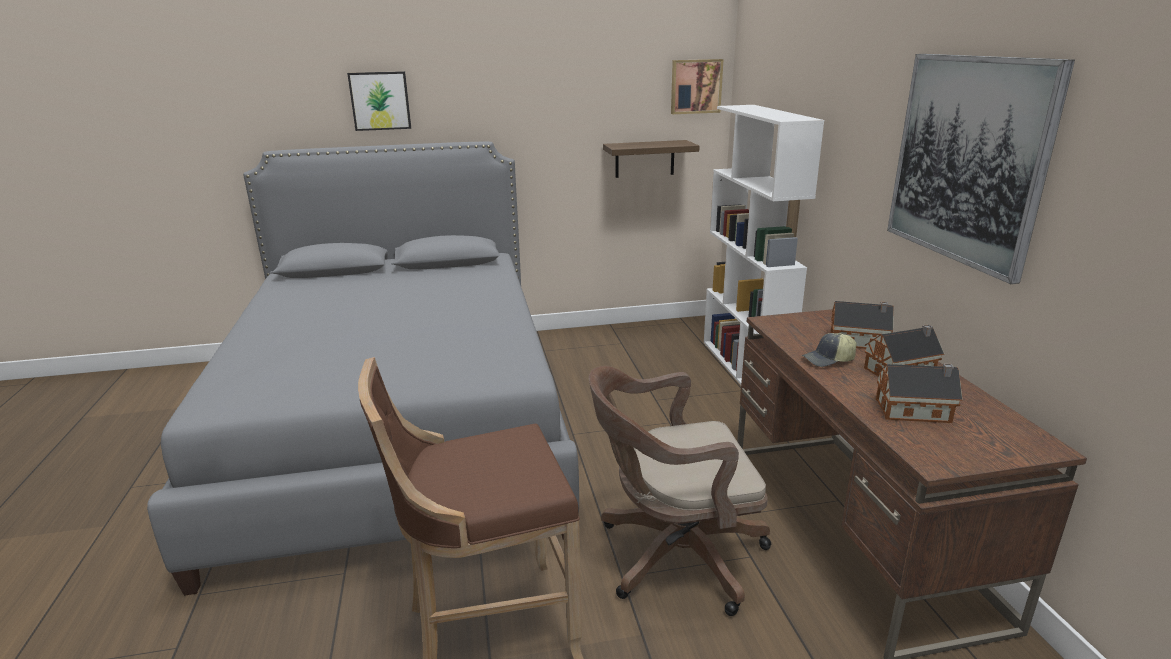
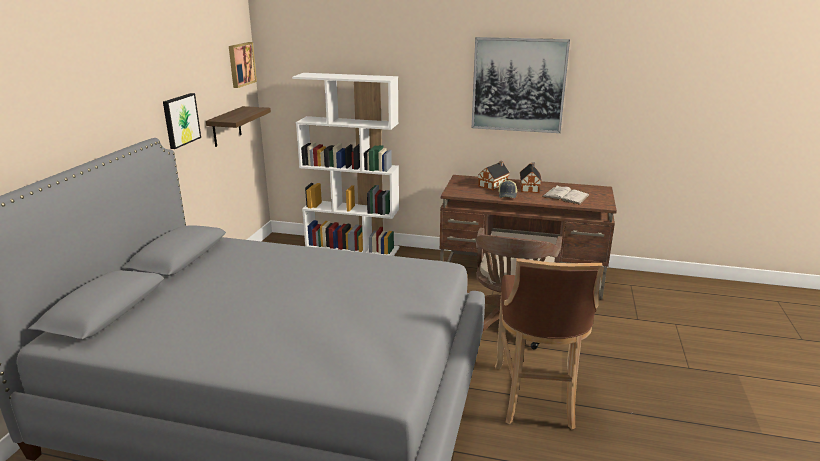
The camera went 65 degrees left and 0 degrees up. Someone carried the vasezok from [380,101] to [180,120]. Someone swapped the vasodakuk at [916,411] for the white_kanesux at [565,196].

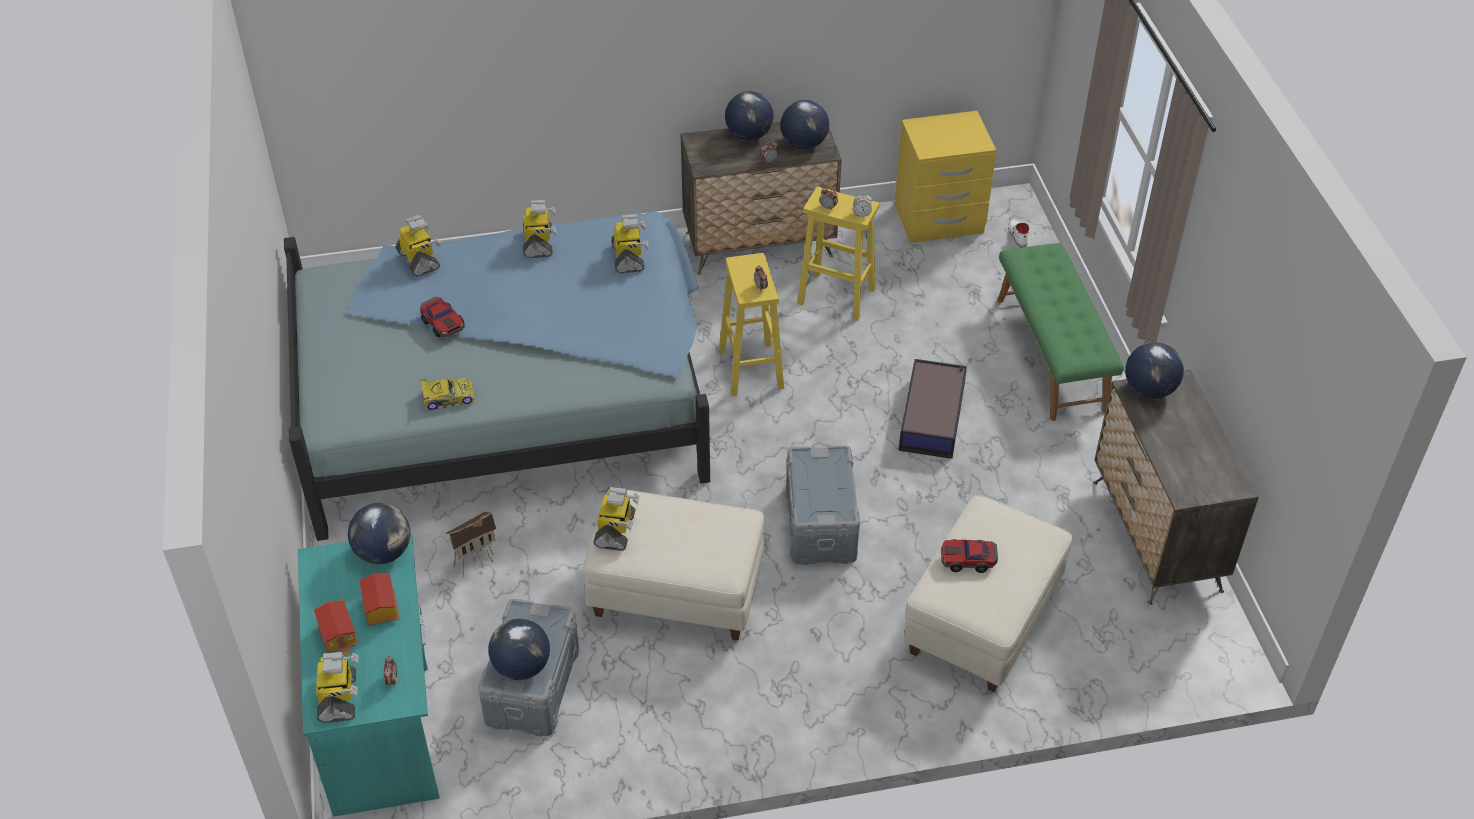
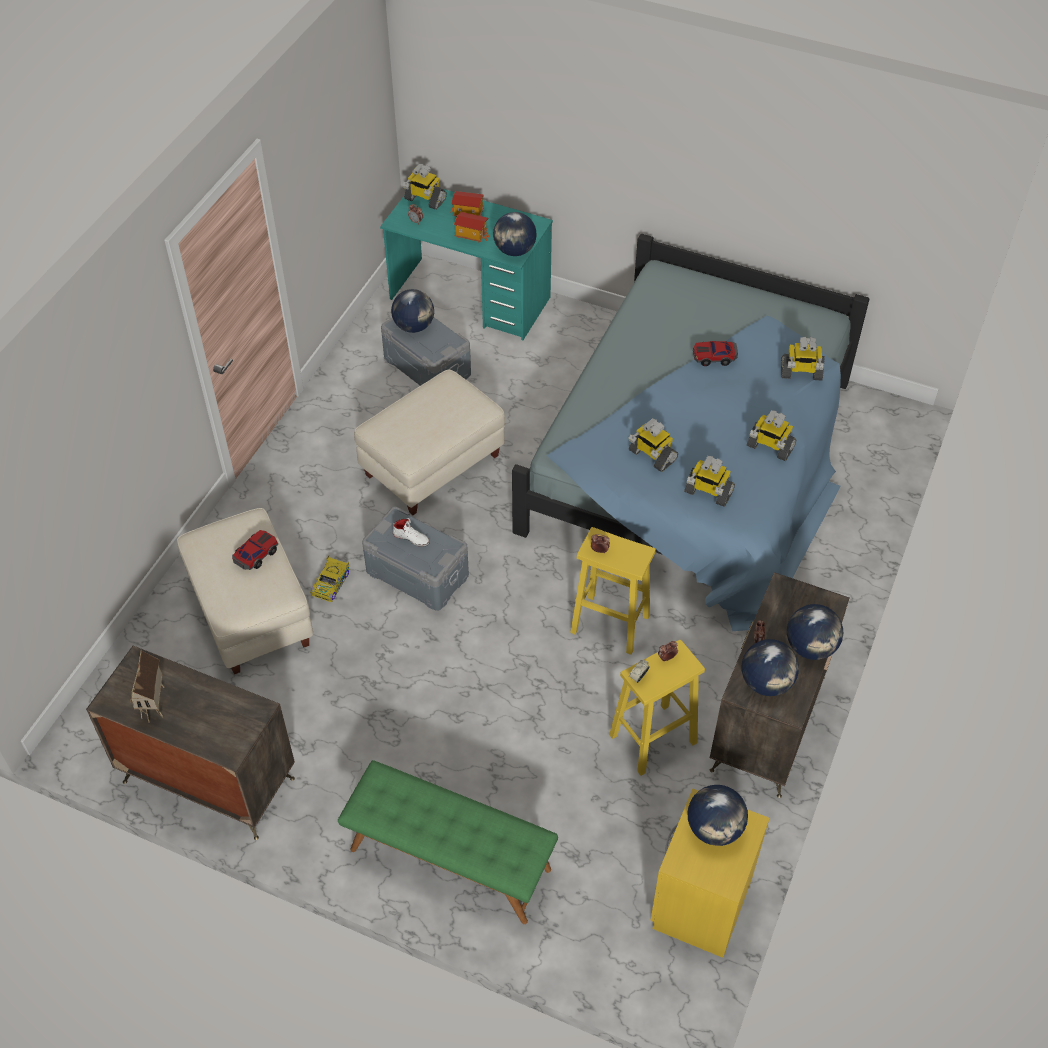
The camera went 125 degrees right and 5 degrees up. Someone carried the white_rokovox from [1017,235] to [411,538]. Someone carried the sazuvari from [1149,390] to [714,828]. Someone took away the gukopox at [932,416]. Someone carried the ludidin from [447,397] to [331,583]. Someone carried the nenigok from [616,530] to [651,455]. Someone carried the vasodakuk from [475,560] to [155,706].

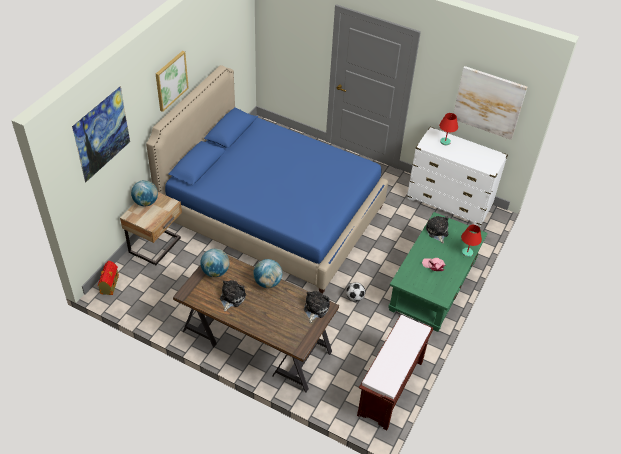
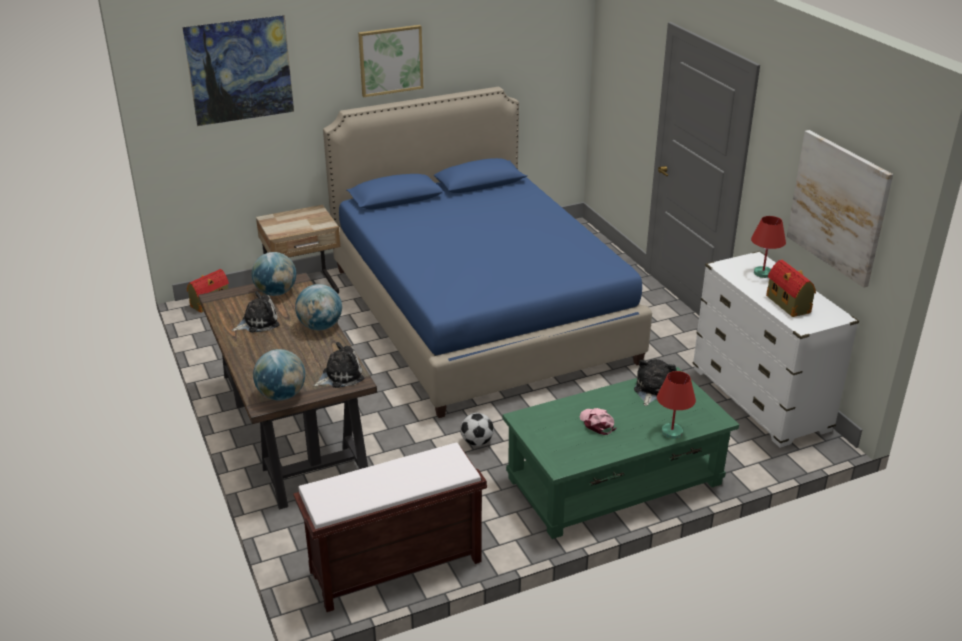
The camera went 40 degrees right and 15 degrees down. Someone carried the sazuvari from [146,202] to [282,395]. Someone put down the vasodakuk at [788,305].

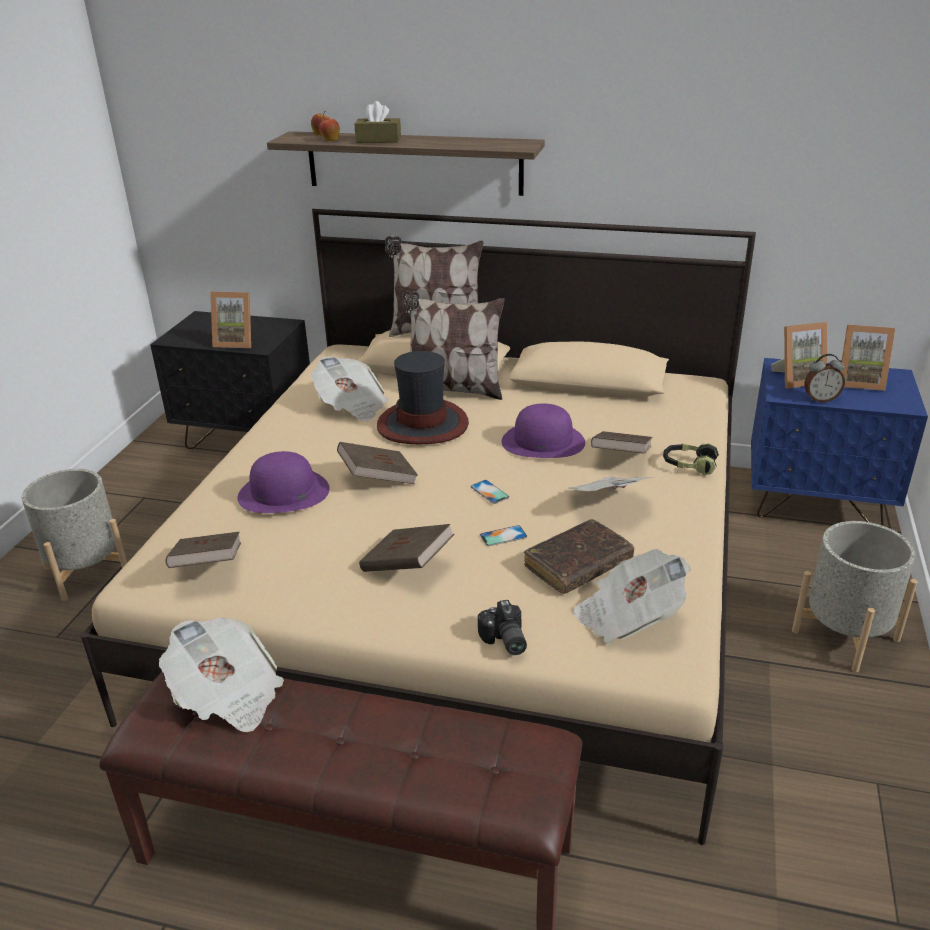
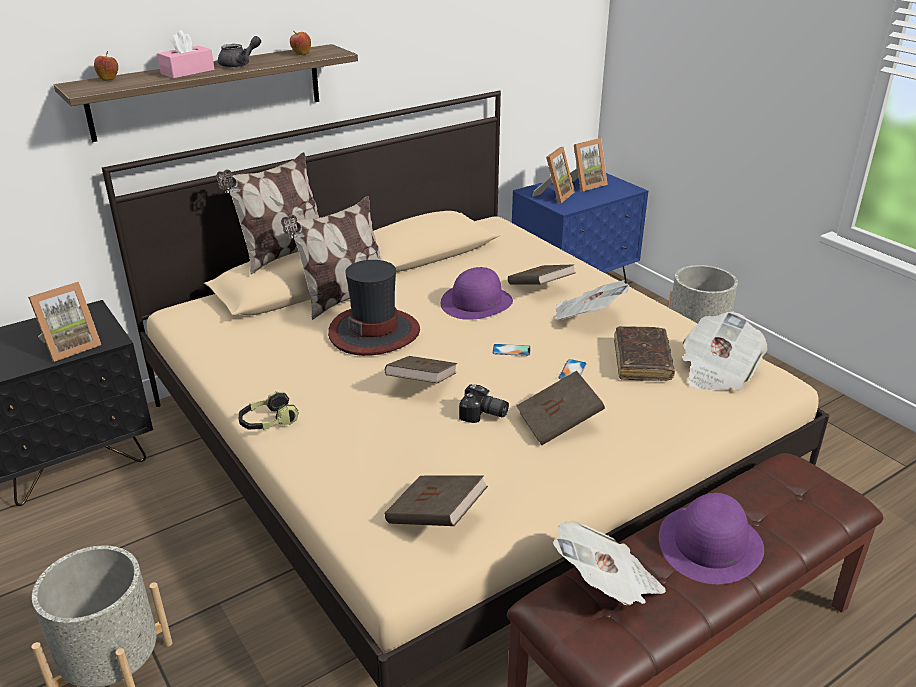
The camera went 50 degrees left and 0 degrees up. Someone repainted the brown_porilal at [378,140], which became the pink_porilal at [187,72]. Someone carried the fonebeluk from [330,140] to [301,54]. Someone took away the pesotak at [820,399]. Someone took away the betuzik at [351,406]. Someone carried the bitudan from [689,465] to [268,422]. Someone carried the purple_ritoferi from [283,493] to [710,544]. Someone carried the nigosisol from [504,641] to [483,415]. Someone put down the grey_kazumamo at [239,64].

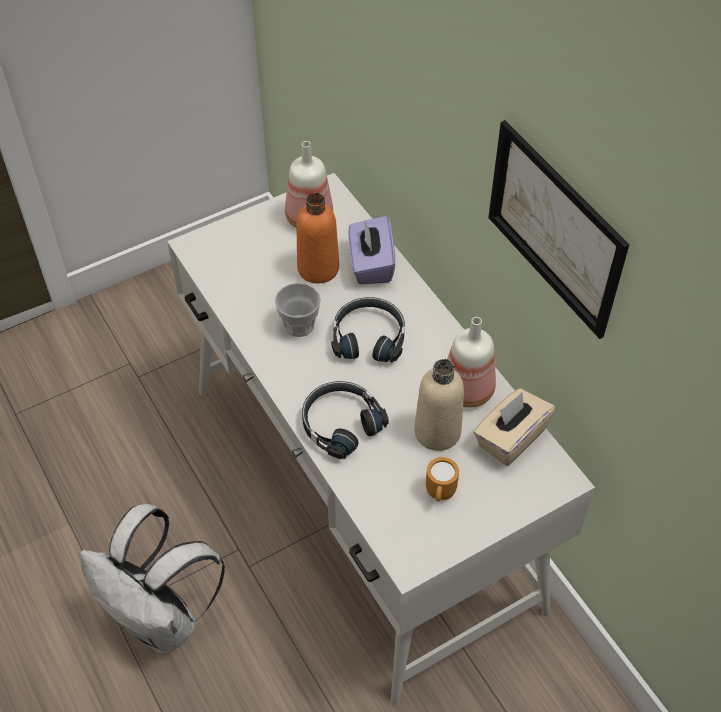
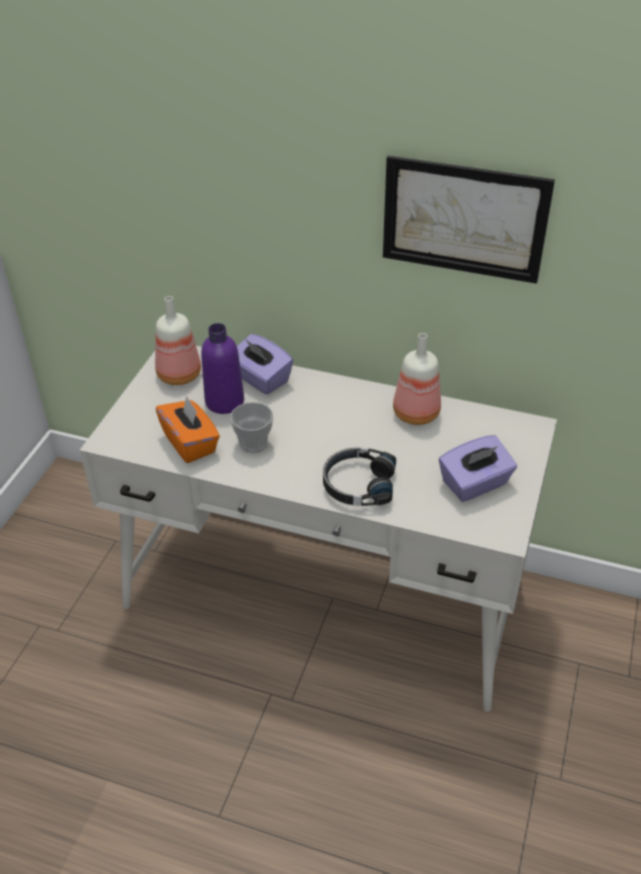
The camera went 40 degrees left and 10 degrees down. Someone repainted the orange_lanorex at [318,268], which became the purple_lanorex at [224,402]. Someone took away the black_bitudan at [369,336]. Someone took away the beige_lanorex at [437,432]. Someone took away the beige_porilal at [510,438]. Someone swapped the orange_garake at [439,495] for the purple_porilal at [475,484]. Someone took away the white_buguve at [162,620]. Someone put down the orange_porilal at [190,443].

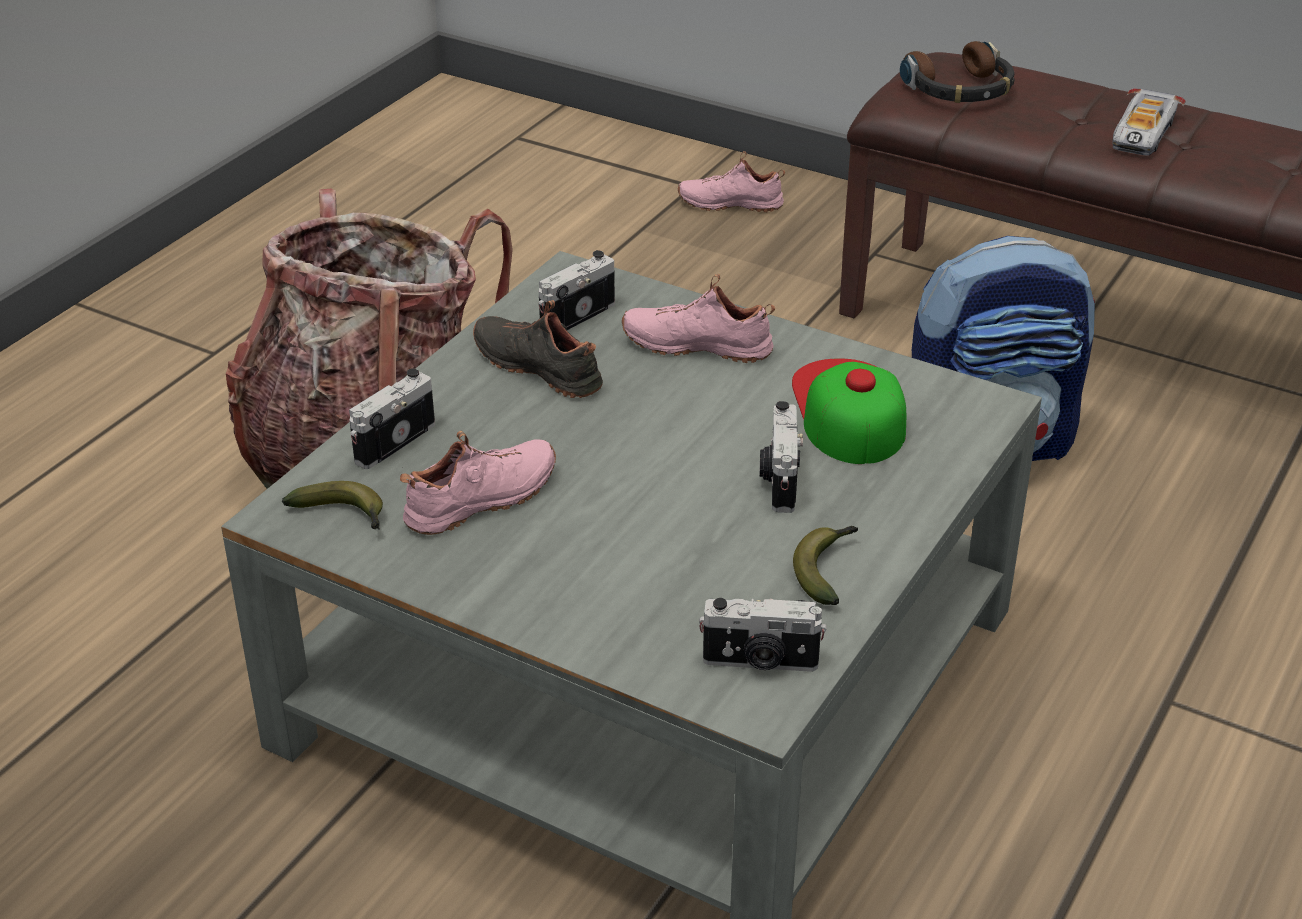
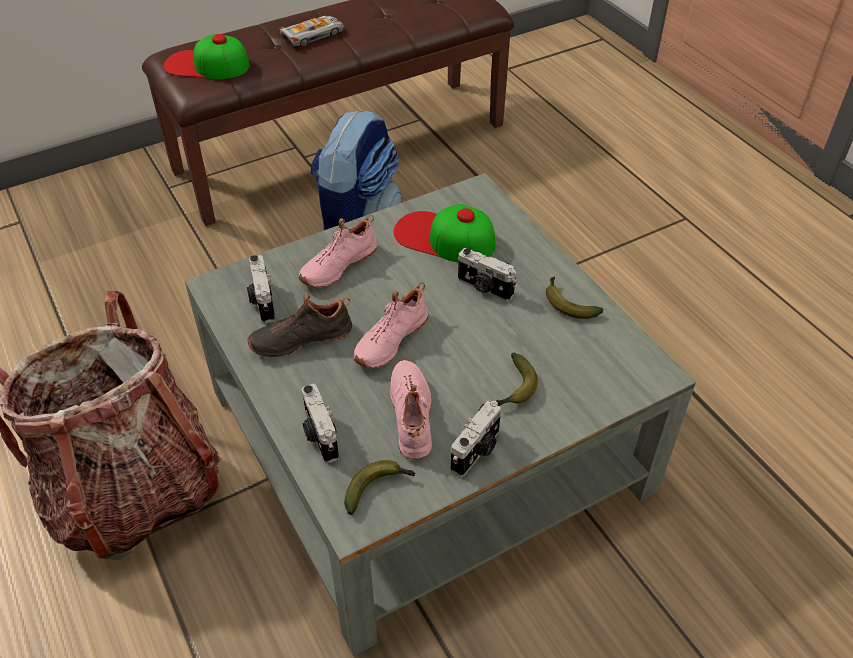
The camera went 60 degrees left and 10 degrees up. Someone swapped the bitudan at [960,90] for the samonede at [206,65]. Someone rotated the ludidin at [1142,133] by 90 degrees counterclockwise. Someone carried the pink_rokovox from [730,203] to [389,339]. Someone carried the nigosisol from [760,662] to [477,451]. Someone put down the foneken at [515,388].

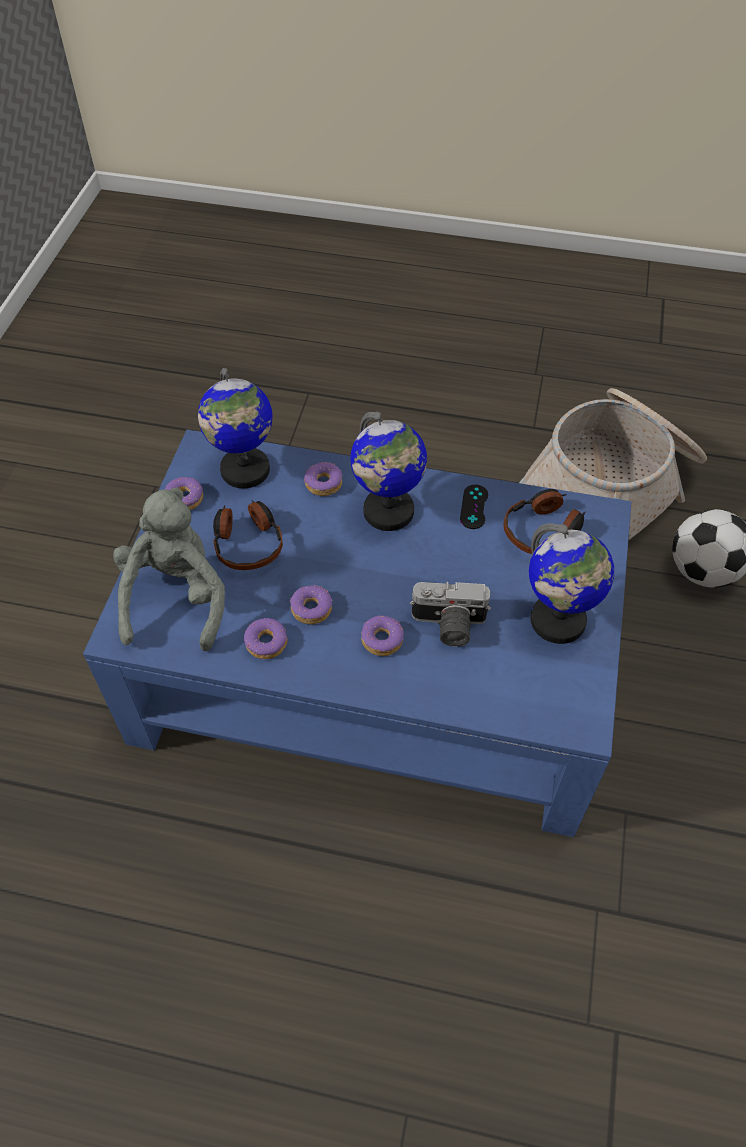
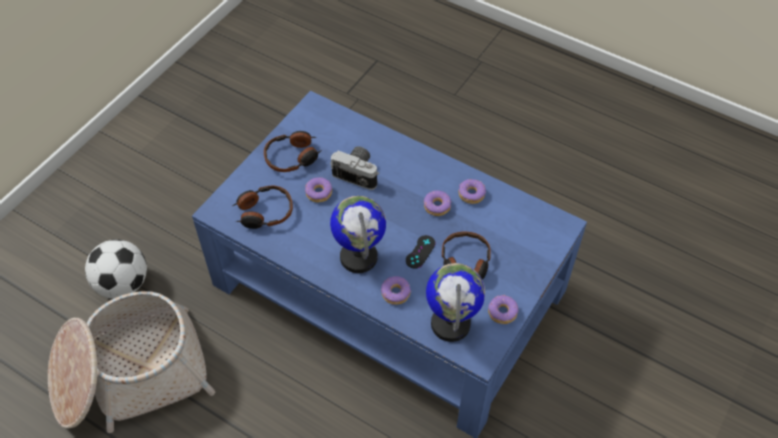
The camera went 160 degrees left and 0 degrees up. Someone carried the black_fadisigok from [474,507] to [420,252]. Someone took away the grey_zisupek at [176,598]. Someone swapped the sazuvari at [557,621] for the bitudan at [293,157]. Someone carried the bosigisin from [381,639] to [319,193].

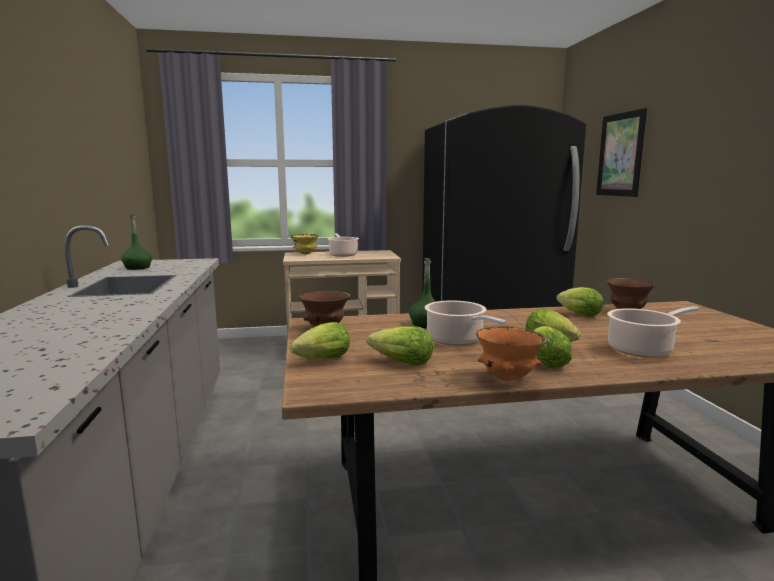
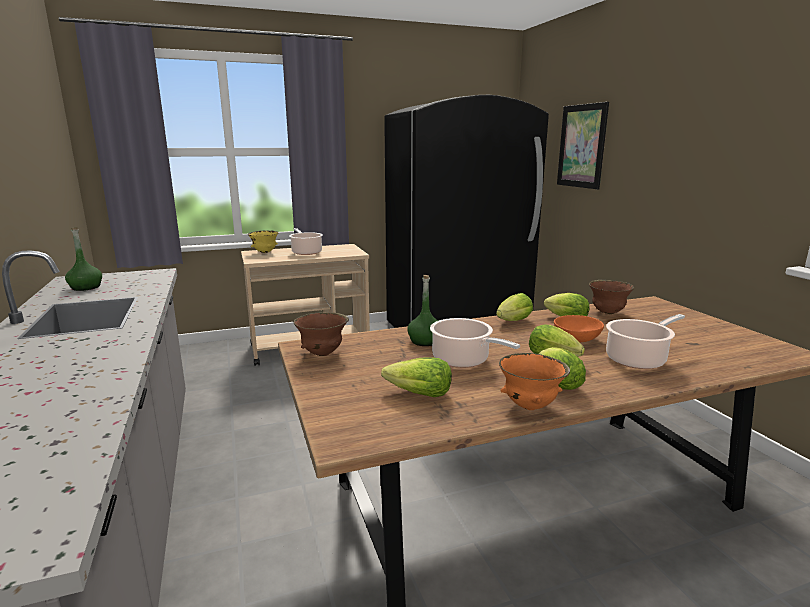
The camera went 10 degrees left and 5 degrees up. Someone carried the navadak from [320,361] to [512,322]. Someone put down the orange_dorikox at [576,338].

